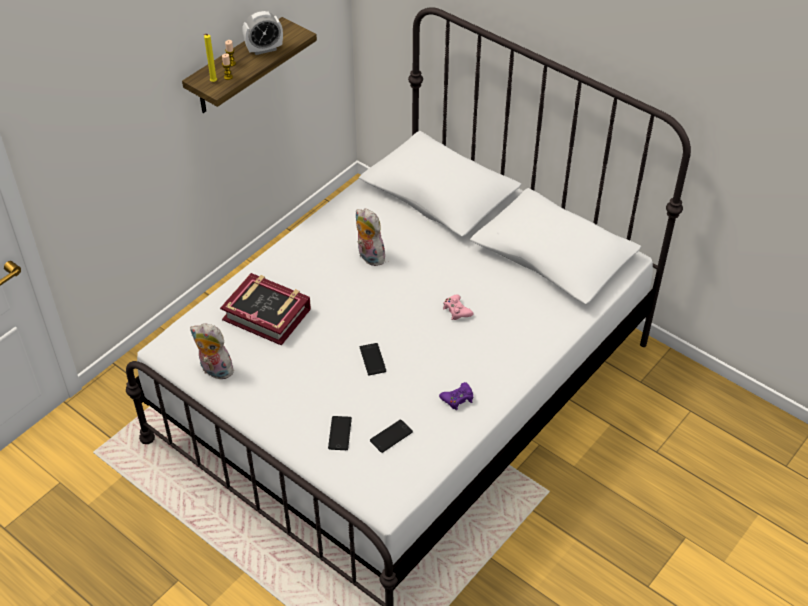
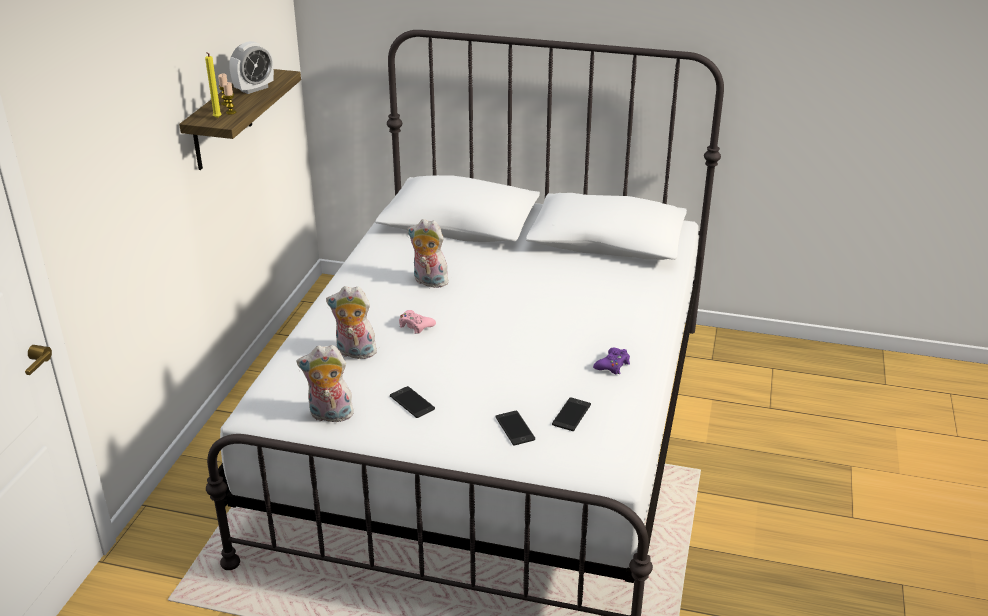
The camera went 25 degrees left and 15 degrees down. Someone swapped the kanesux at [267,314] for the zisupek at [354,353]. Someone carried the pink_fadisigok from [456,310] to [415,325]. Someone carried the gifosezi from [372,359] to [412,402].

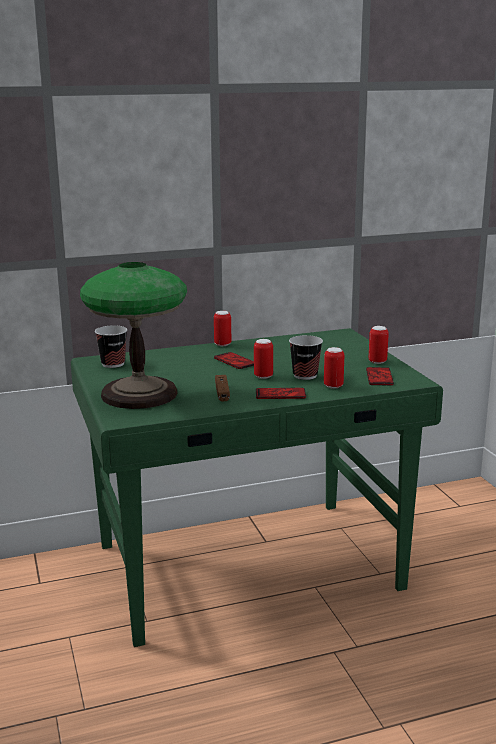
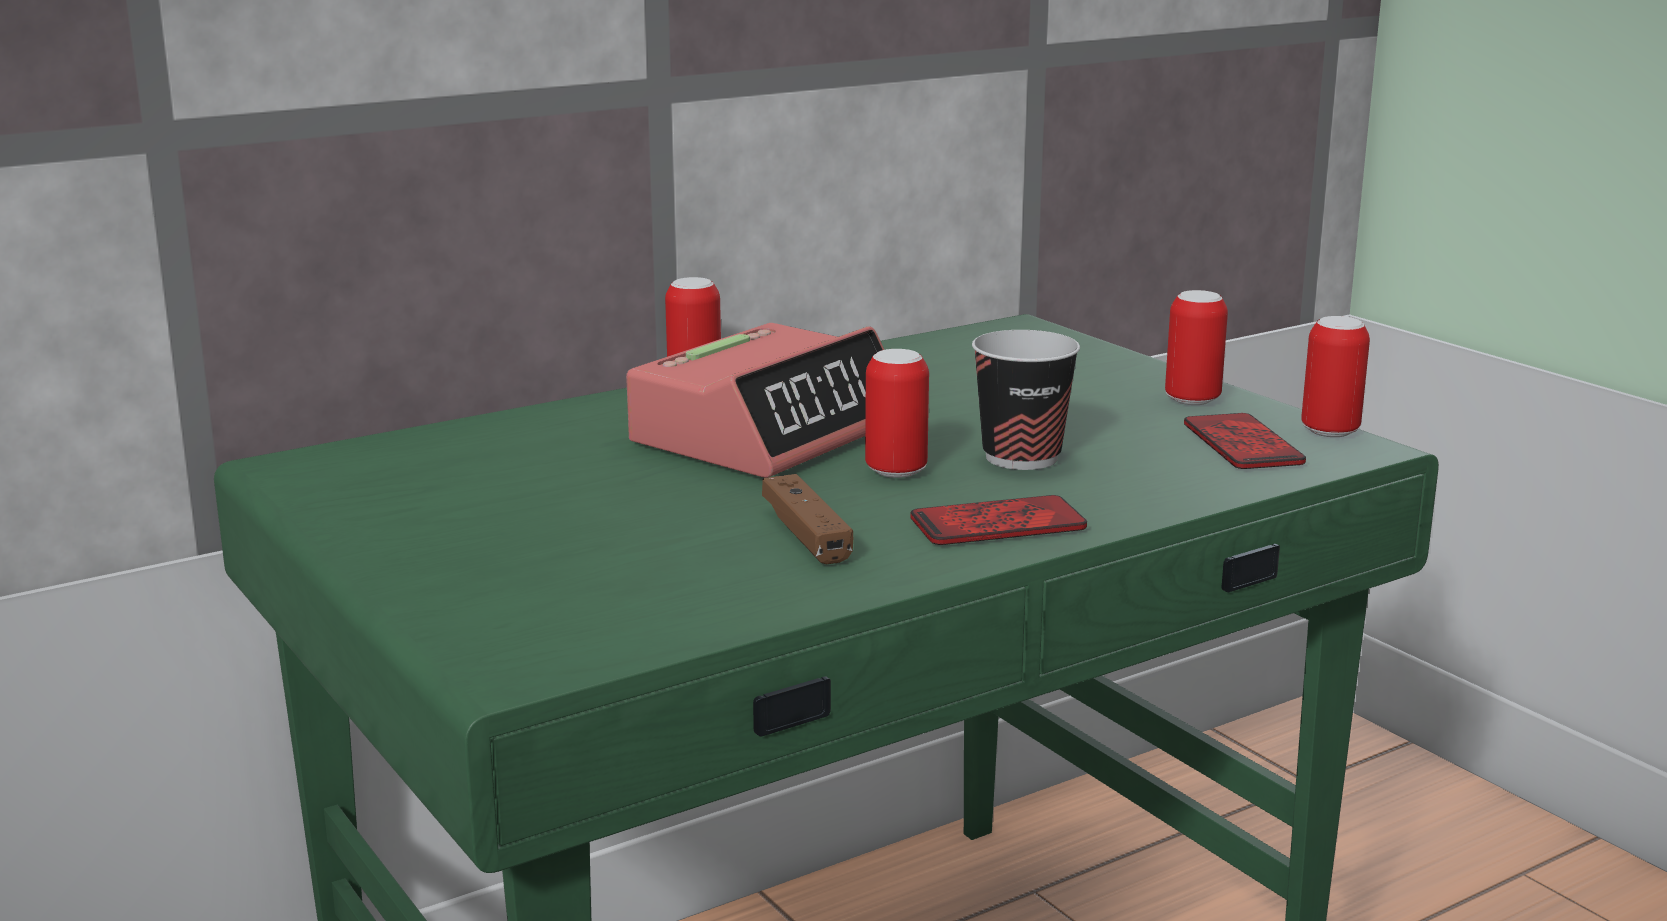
The camera went 15 degrees left and 0 degrees up. Someone took away the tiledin at [138,394]. Someone took away the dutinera at [113,364]. Someone carried the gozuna from [333,386] to [1330,431]. Someone swapped the gifosezi at [234,361] for the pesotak at [771,432].

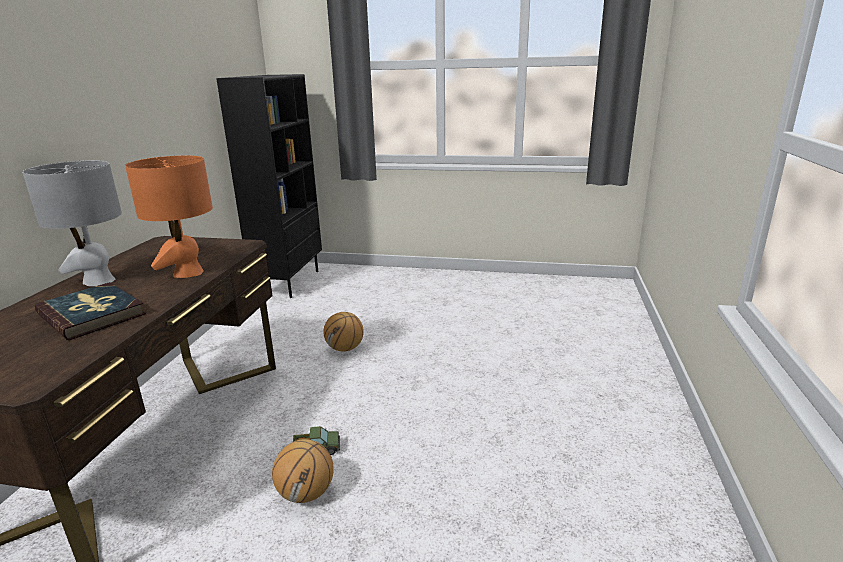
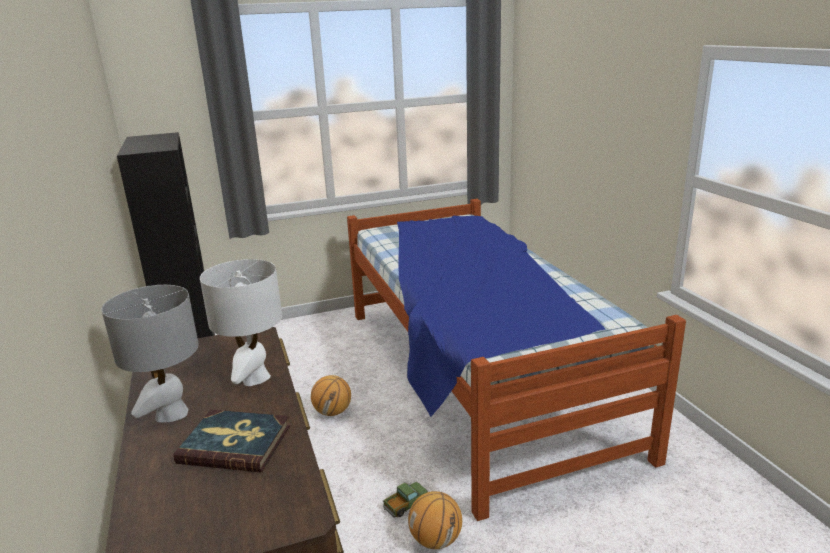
The camera went 30 degrees left and 0 degrees up. Someone repainted the orange_tiledin at [188,273], which became the white_tiledin at [255,378]. Someone put down the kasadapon at [475,376].

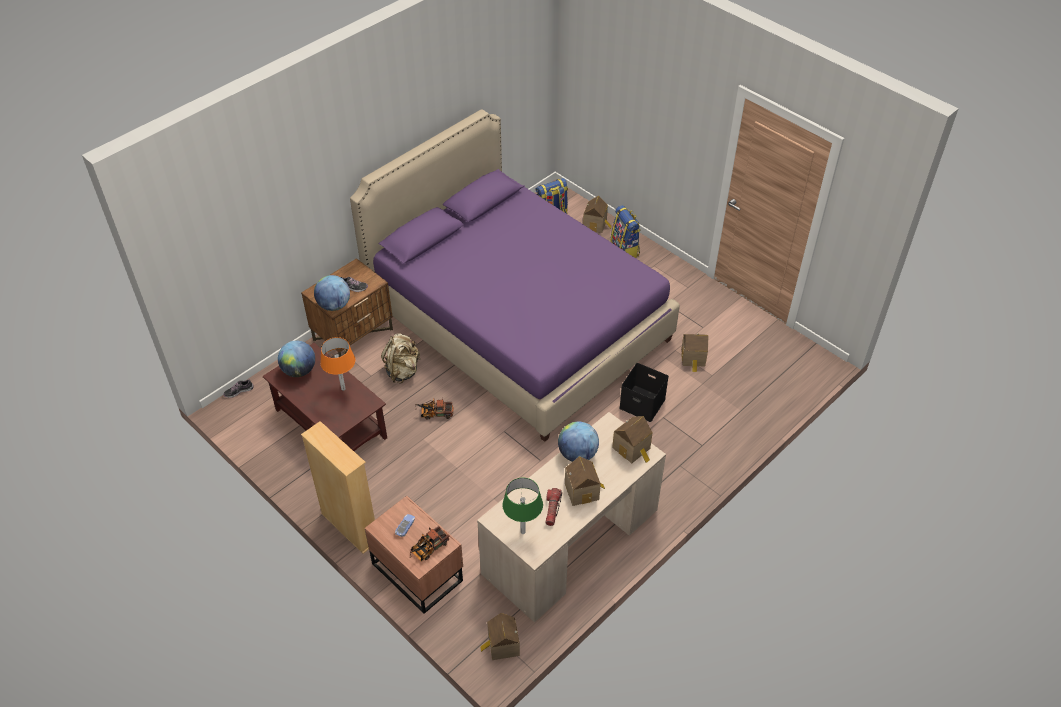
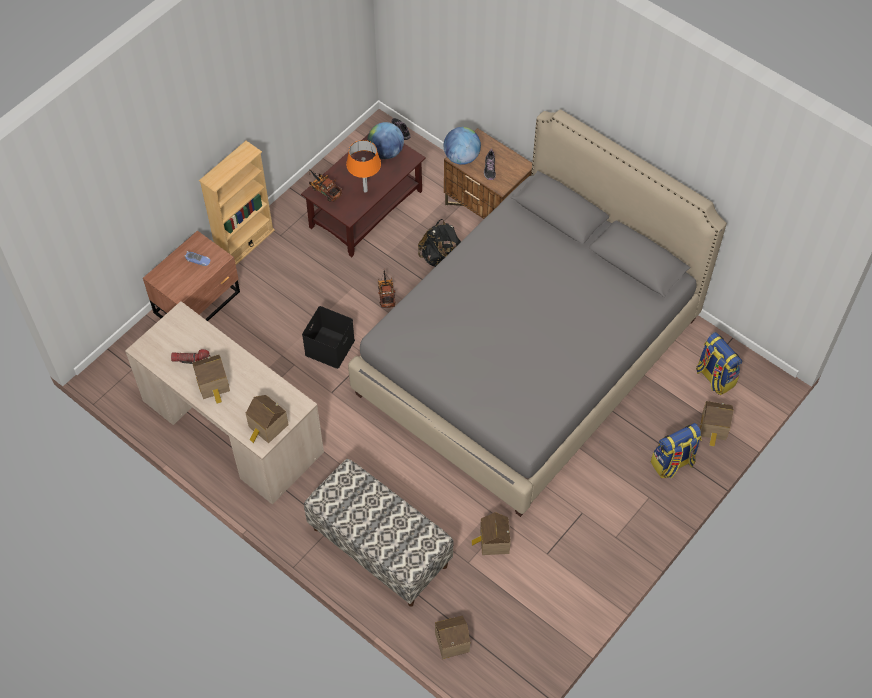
The camera went 85 degrees right and 10 degrees up. Someone repainted the purple_kasadapon at [518,322], which became the grey_kasadapon at [528,356]. Someone repainted the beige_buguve at [402,371], which became the black_buguve at [441,258]. Someone carried the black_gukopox from [641,403] to [329,346]. Someone took away the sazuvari at [577,454]. Someone took away the green_tiledin at [523,532]. Someone carried the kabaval from [428,549] to [324,189]. Someone carried the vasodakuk from [502,646] to [451,640]. Someone put down the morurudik at [379,547].

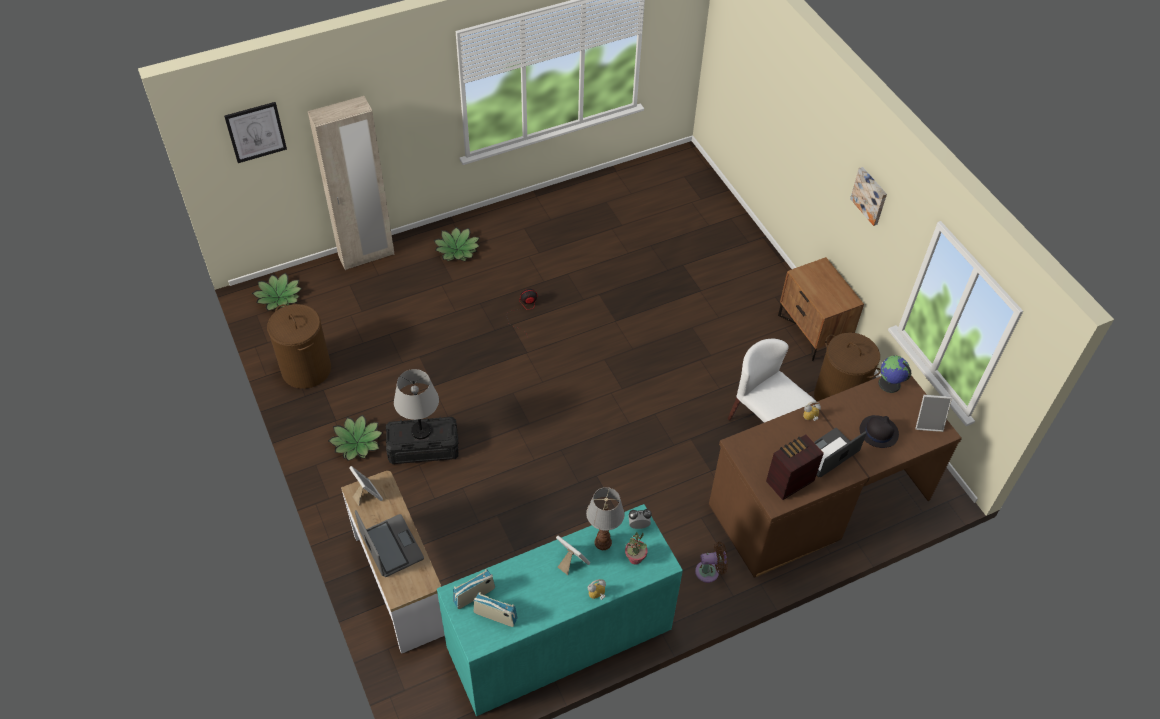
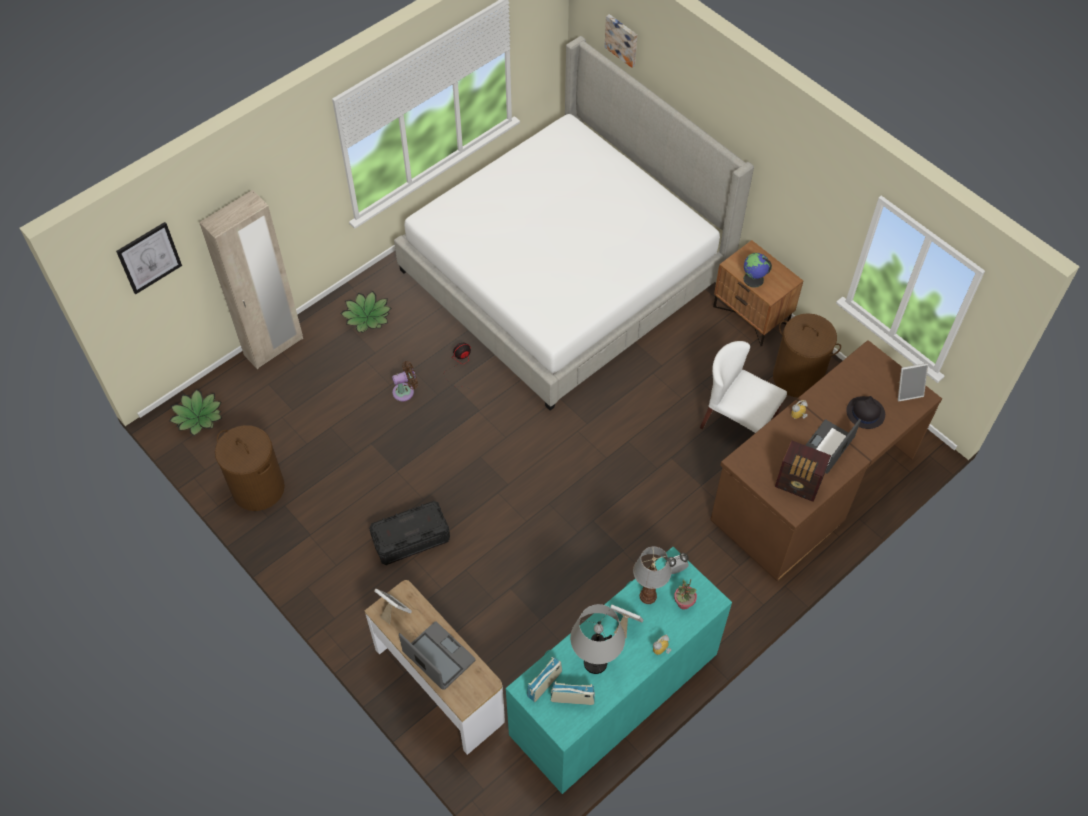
The camera went 15 degrees left and 5 degrees up. Someone carried the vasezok from [870,195] to [622,39]. Someone carried the sazuvari from [889,384] to [753,279]. Someone carried the grey_tiledin from [420,431] to [595,663]. Someone took away the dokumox at [357,442]. Someone rotated the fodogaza at [788,481] by 105 degrees counterclockwise. Someone carried the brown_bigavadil from [710,571] to [405,391]. Someone put down the kasadapon at [565,272].

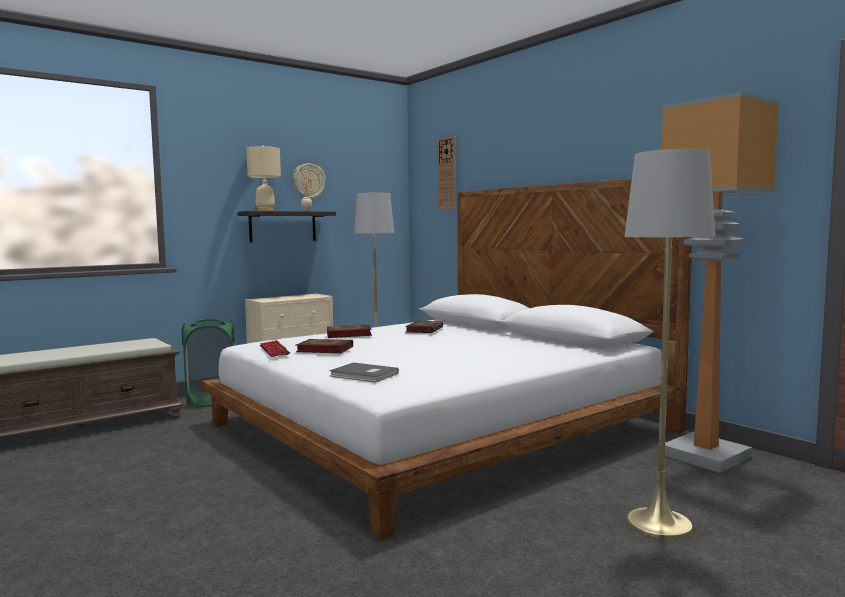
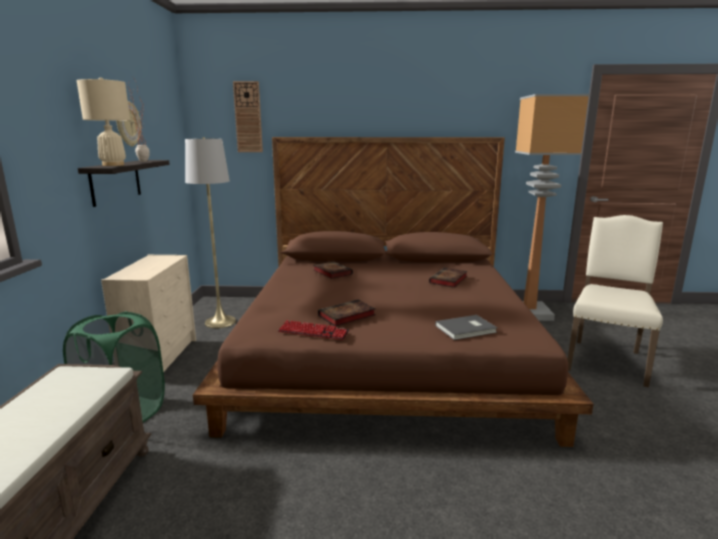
The camera went 50 degrees left and 10 degrees up. Someone swapped the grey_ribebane at [659,523] for the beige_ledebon at [606,360]. Someone repainted the white_kasadapon at [437,427], which became the brown_kasadapon at [385,350]. Someone carried the kanesux from [347,334] to [448,280].

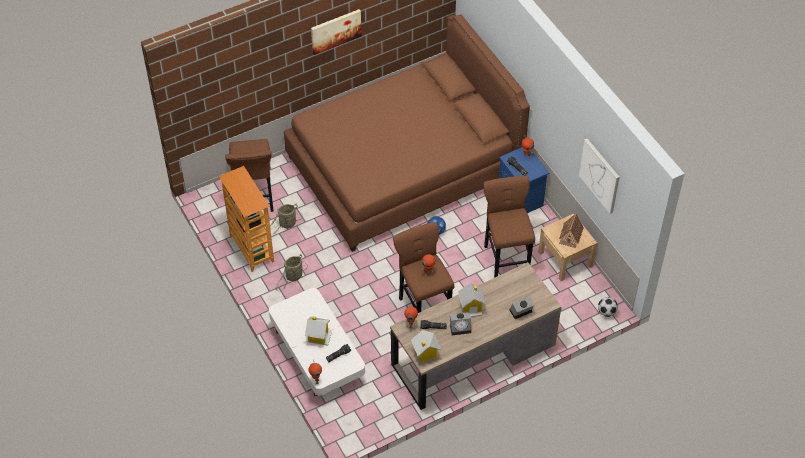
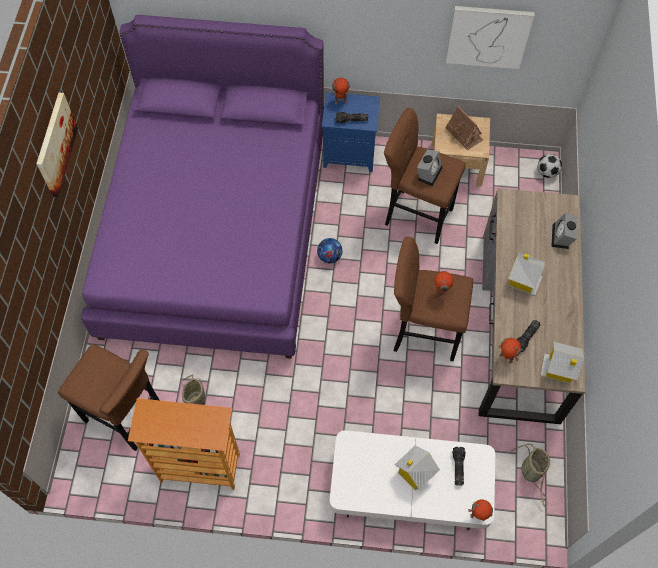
The camera went 55 degrees left and 10 degrees up. Someone repainted the brown_kasadapon at [403,167], which became the purple_kasadapon at [216,232]. Someone carried the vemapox from [293,277] to [531,473]. Someone carried the pesotak from [461,327] to [429,172].

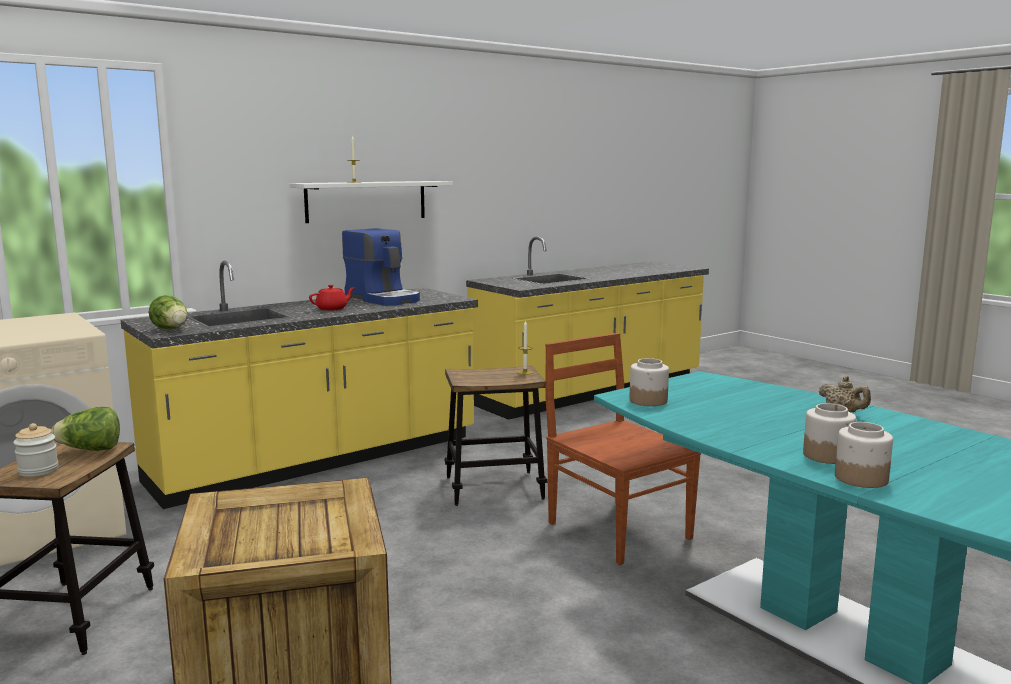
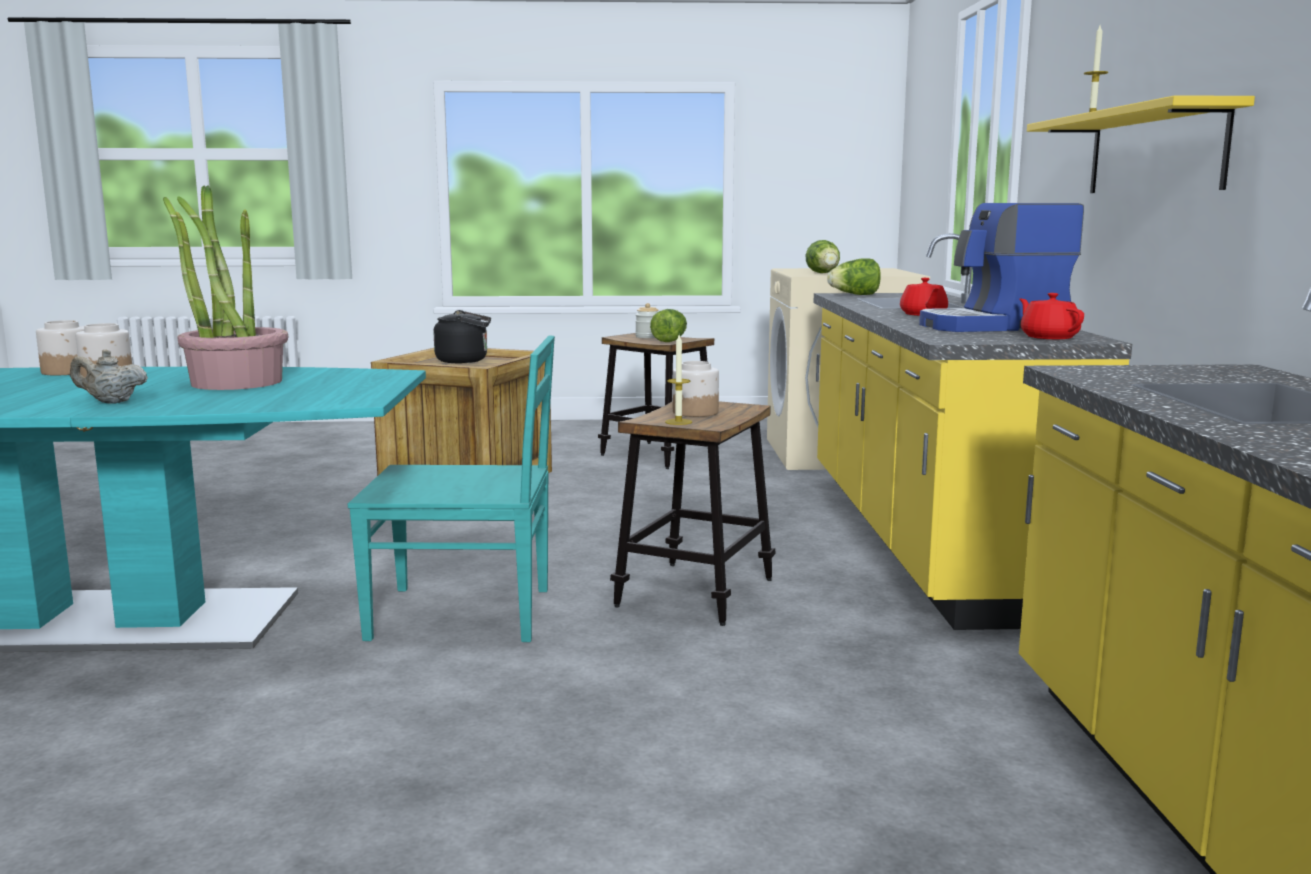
The camera went 125 degrees right and 0 degrees up. Someone repainted the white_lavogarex at [366,201], which became the yellow_lavogarex at [1154,152]. Someone repainted the brown_ledebon at [616,529], which became the turquoise_ledebon at [466,614]. Someone carried the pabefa from [648,401] to [695,412]. Someone put down the dokumox at [236,382]. Someone put down the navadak at [824,273]. Someone put down the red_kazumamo at [1048,337]. Someone put down the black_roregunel at [465,361].

